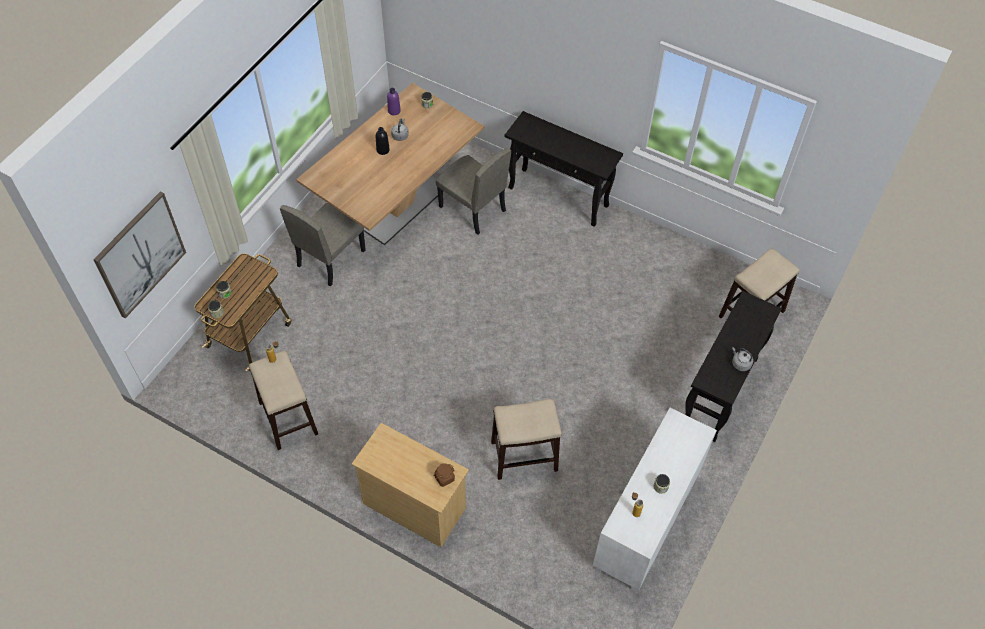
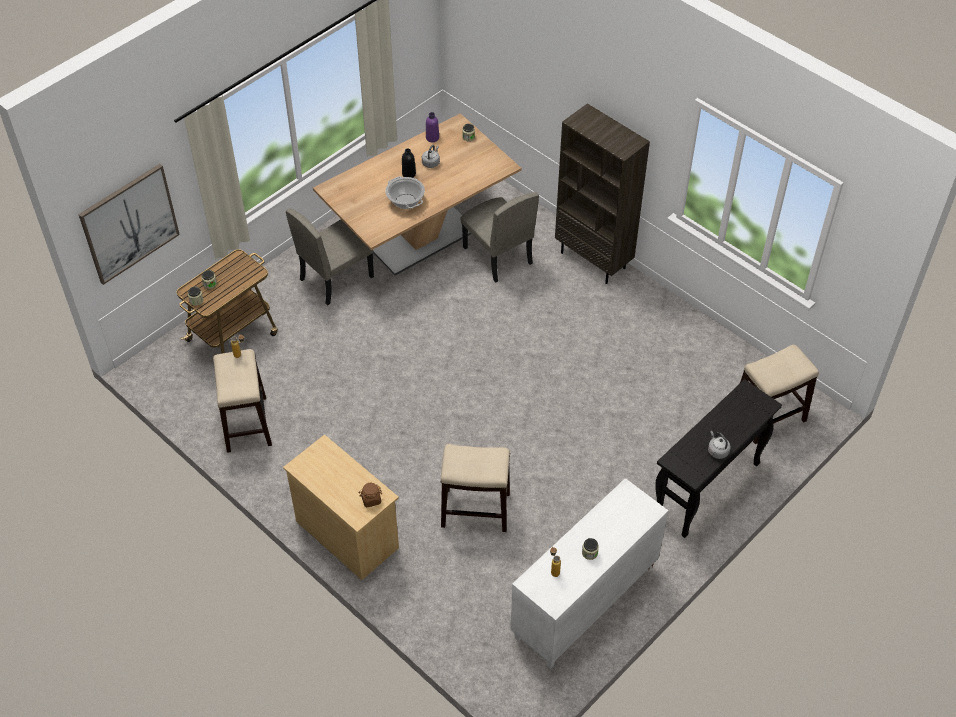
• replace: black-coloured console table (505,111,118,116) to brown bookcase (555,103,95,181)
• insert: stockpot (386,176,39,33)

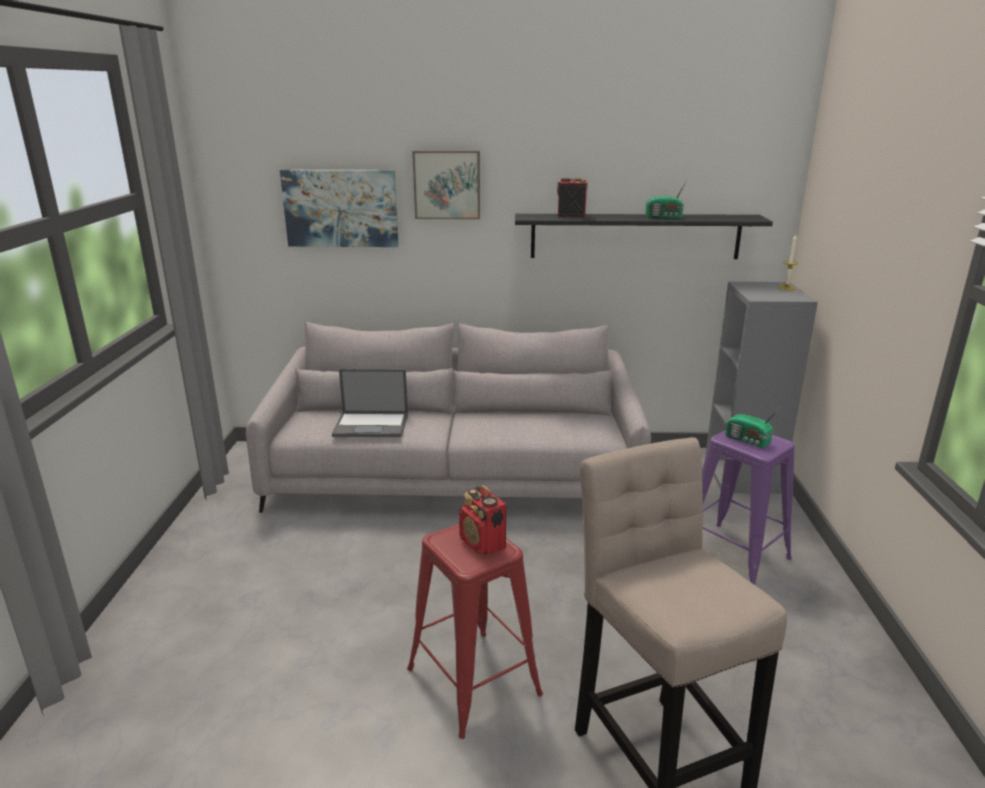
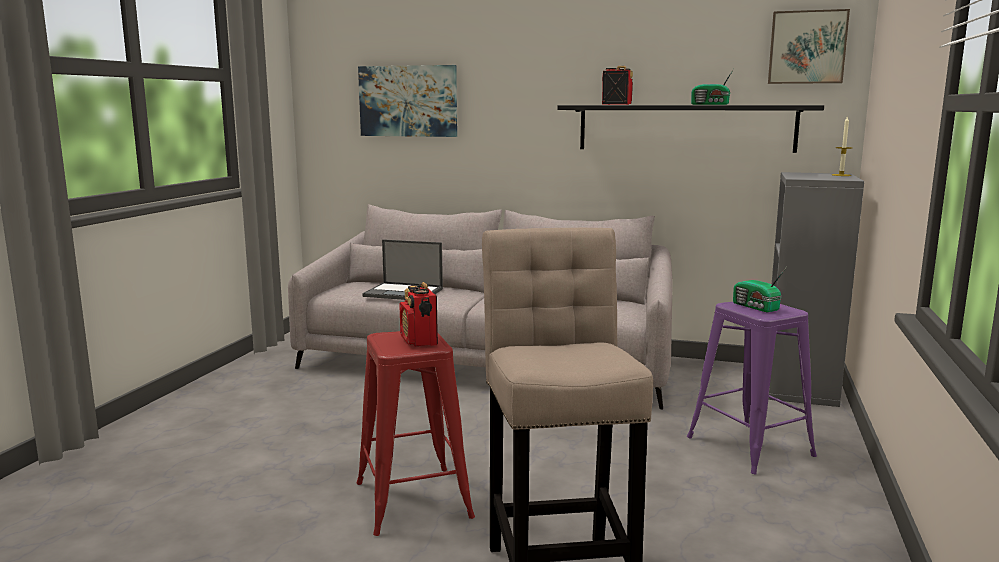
• move: wall picture (412,150,68,69) to (768,9,82,75)

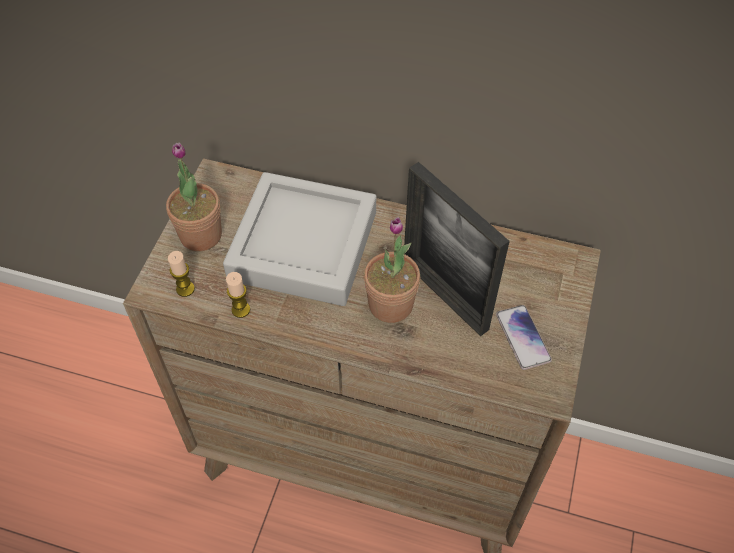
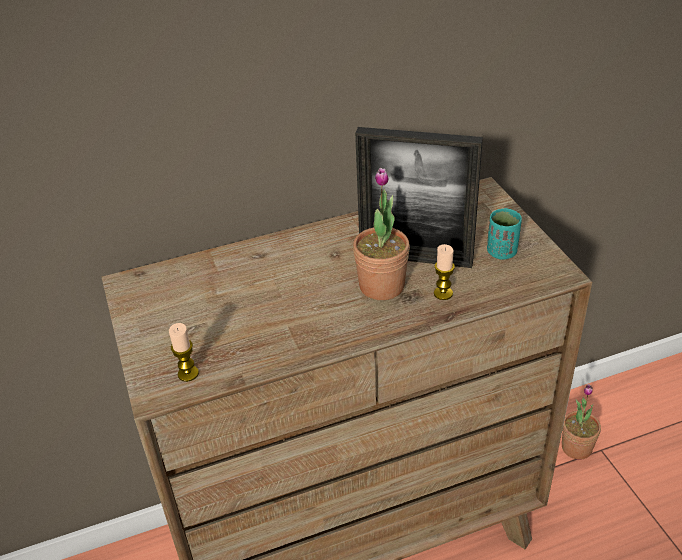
• move: houseplant (166,142,56,109) to (562,384,39,76)
• delete: gray serving tray (223,172,153,134)
• move: wax candle (226,272,24,46) to (434,244,21,56)
• replace: phone (496,305,56,65) to turquoise-coloured small cup (487,208,35,51)

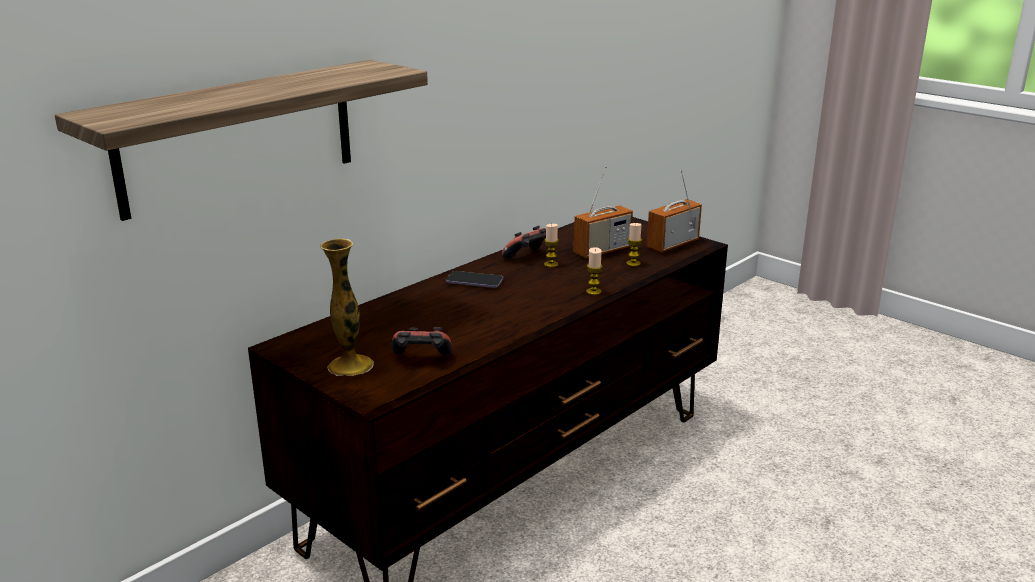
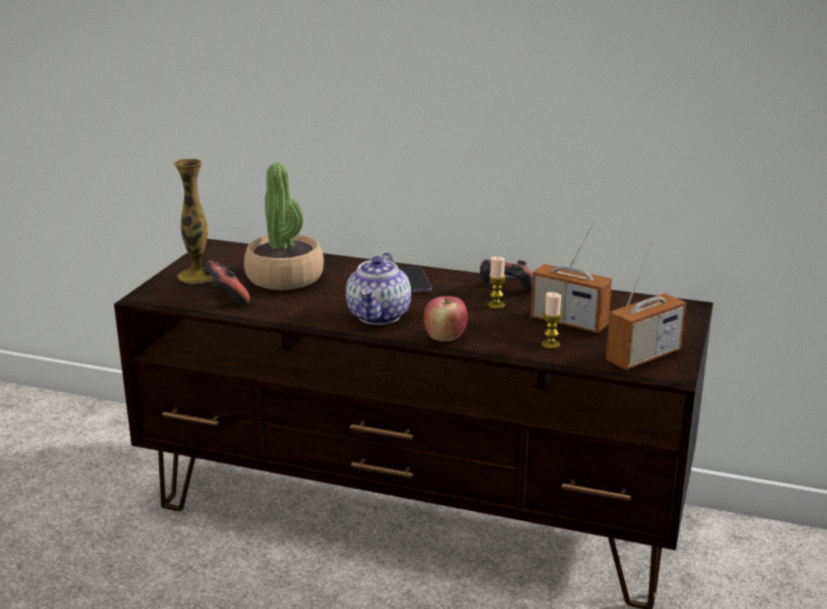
• delete: shelf (55,60,373,161)
• replace: wax candle (586,247,17,48) to whole apple (424,296,44,46)
• rotate: radio (647,170,55,82) = (606,241,80,129) 120 degrees clockwise
• insert: houseplant (244,163,80,127)
• insert: tea pot (346,253,65,72)

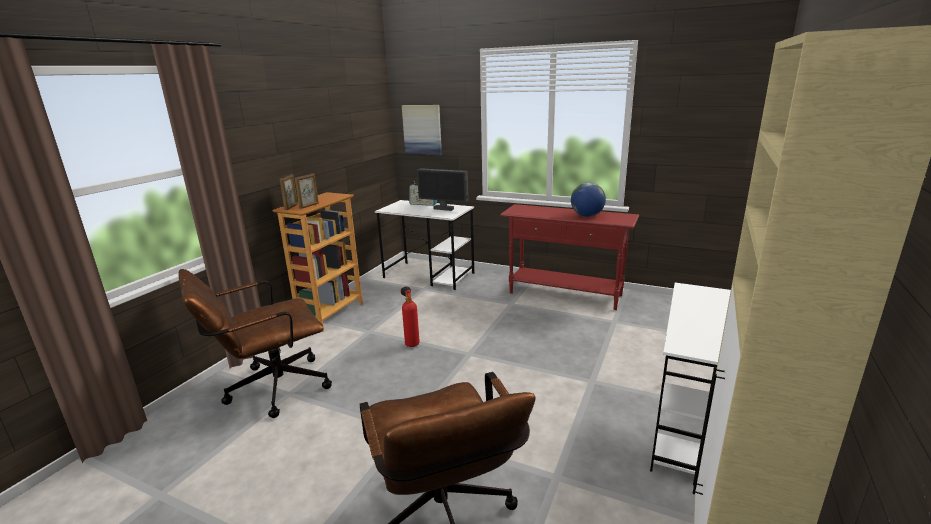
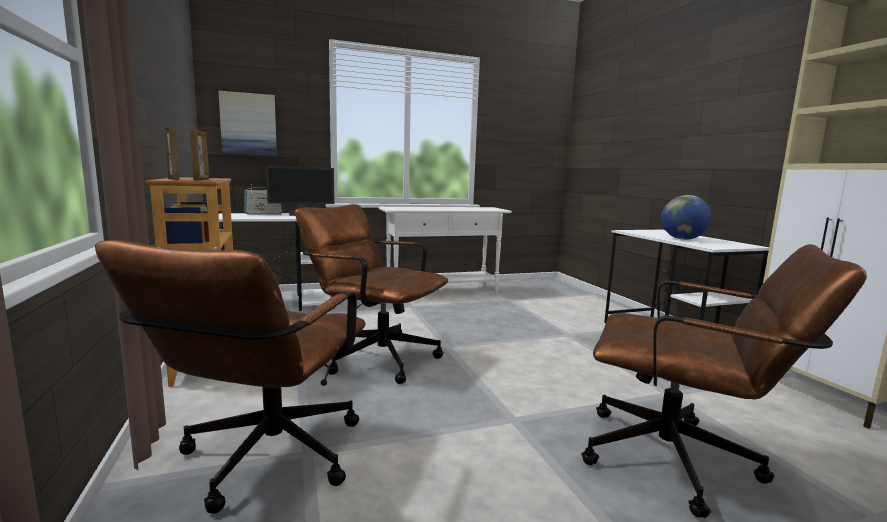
• replace: fire extinguisher (401,286,19,61) to brown computer chair (295,204,153,180)
• recolor: red-coloured console table (500,204,139,106) to white-coloured console table (378,207,134,87)
• move: desk globe (571,182,35,35) to (661,195,51,45)

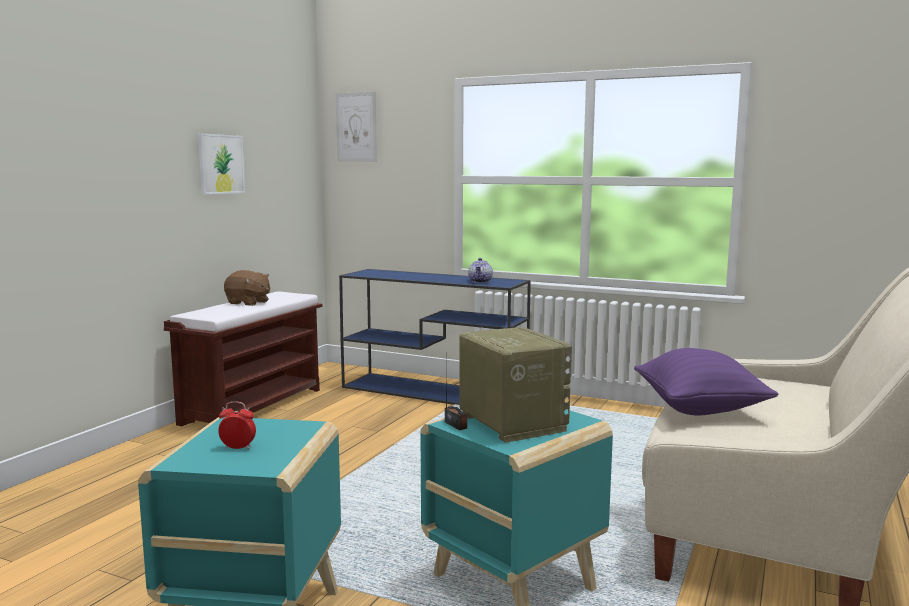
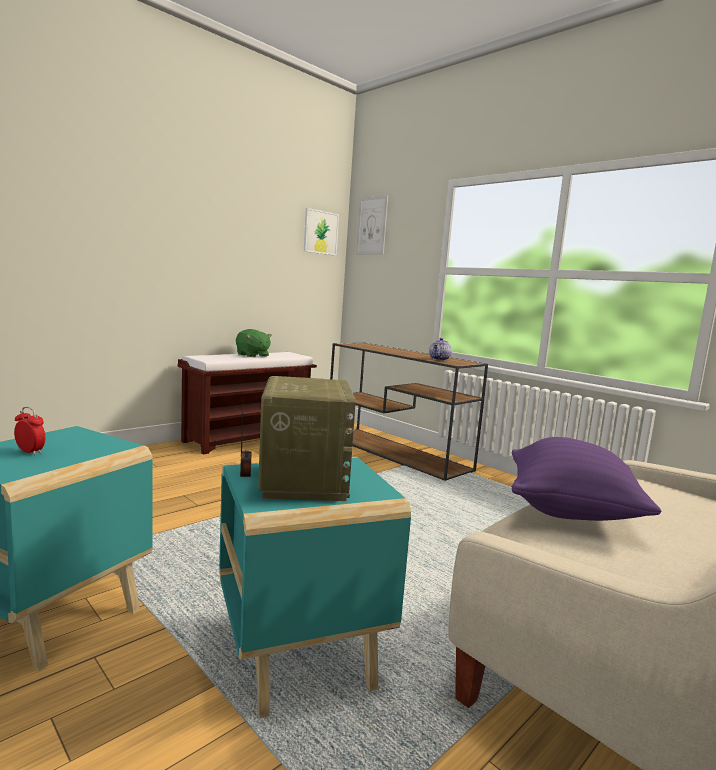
• move: wall picture (198,134,47,61) to (304,208,35,48)
• recolor: brown cuddly toy (224,270,46,36) to greenish cuddly toy (236,329,36,28)
• recolor: bluish console table (339,269,192,136) to brown console table (330,343,158,138)

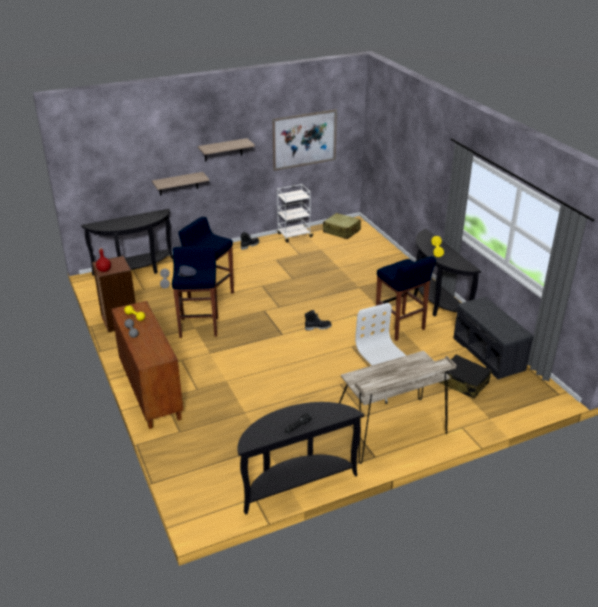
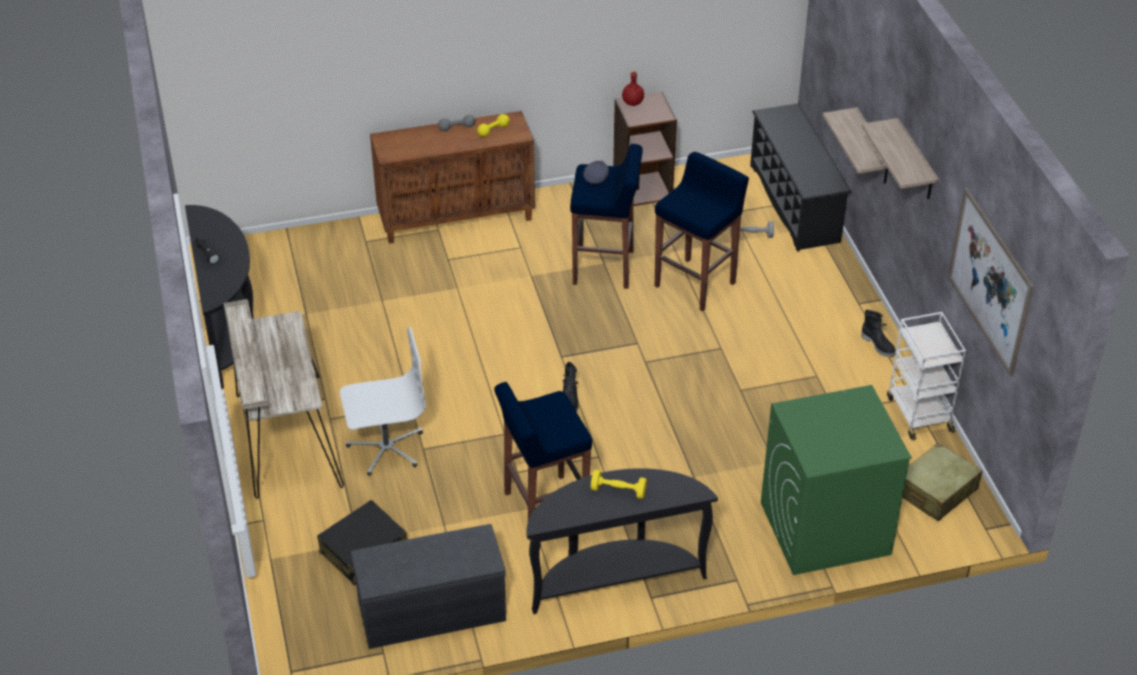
• replace: black-coloured console table (81,209,92,67) to black-coloured shoe stand (750,103,102,149)
• insert: greenish laundry appliance (761,385,151,190)

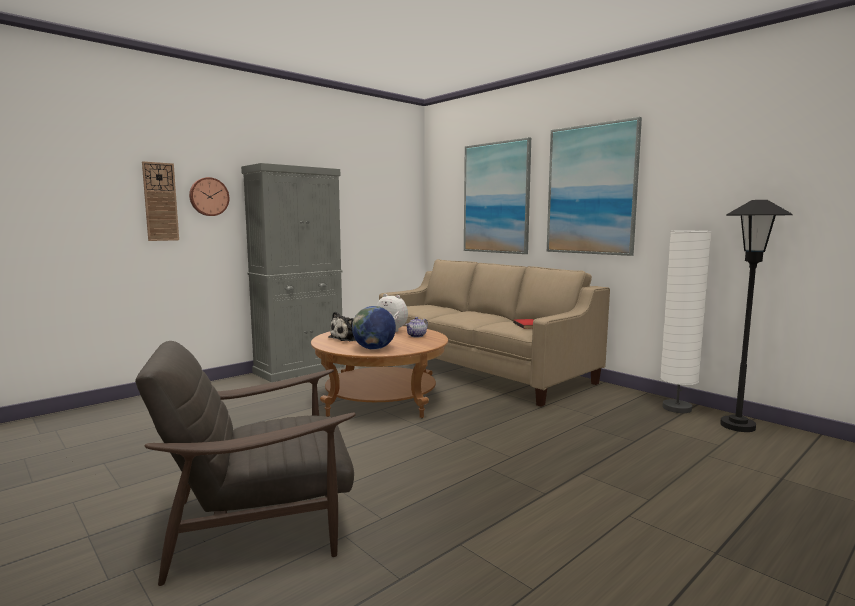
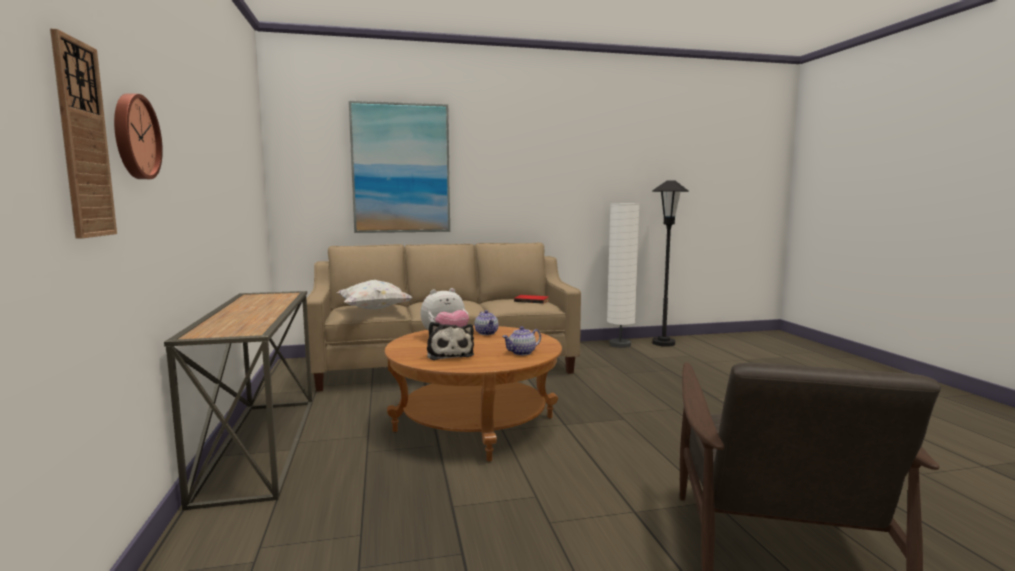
• replace: gray storage cabinet (241,163,104,219) to console table (164,291,149,219)
• replace: desk globe (352,306,44,44) to tea pot (502,326,39,29)
• delete: wall picture (547,117,95,139)
• insert: white-coloured cushion (337,280,76,30)

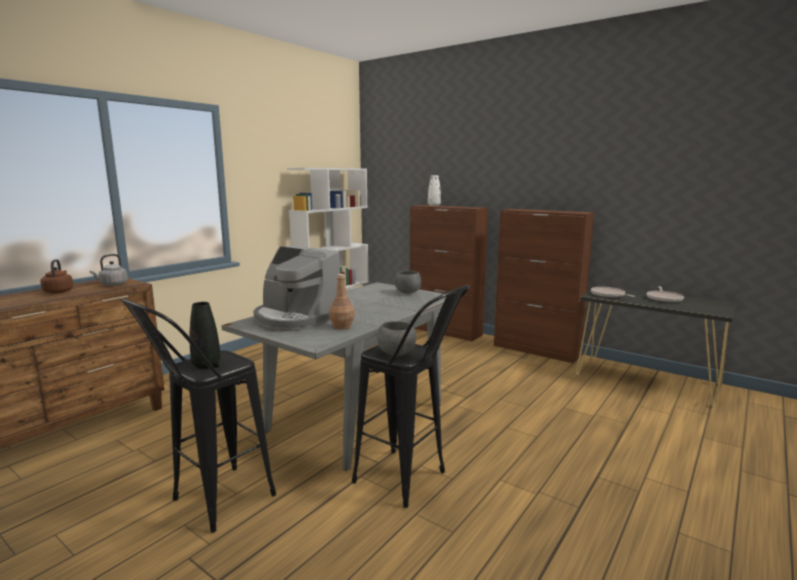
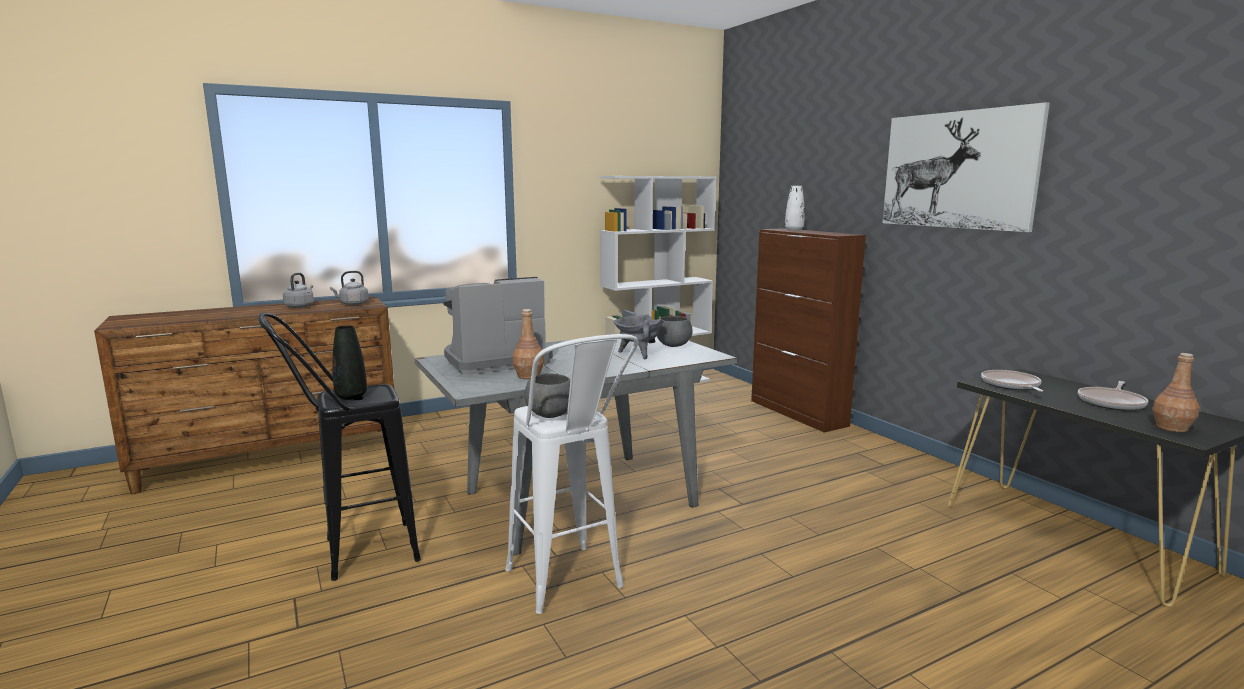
• recolor: brown tea kettle (40,259,33,34) to gray tea kettle (283,273,31,35)
• rotate: coffee brewer (253,246,87,85) = (443,277,110,98) 90 degrees clockwise
• recolor: black-coloured stool seat (352,285,118,223) to white-coloured stool seat (505,334,133,280)
• delete: brown storage cabinet (494,209,101,154)
• insert: gray stockpot (614,314,50,46)
• insert: wall picture (883,102,167,130)
• insert: brown drink bottle (1152,353,48,79)

